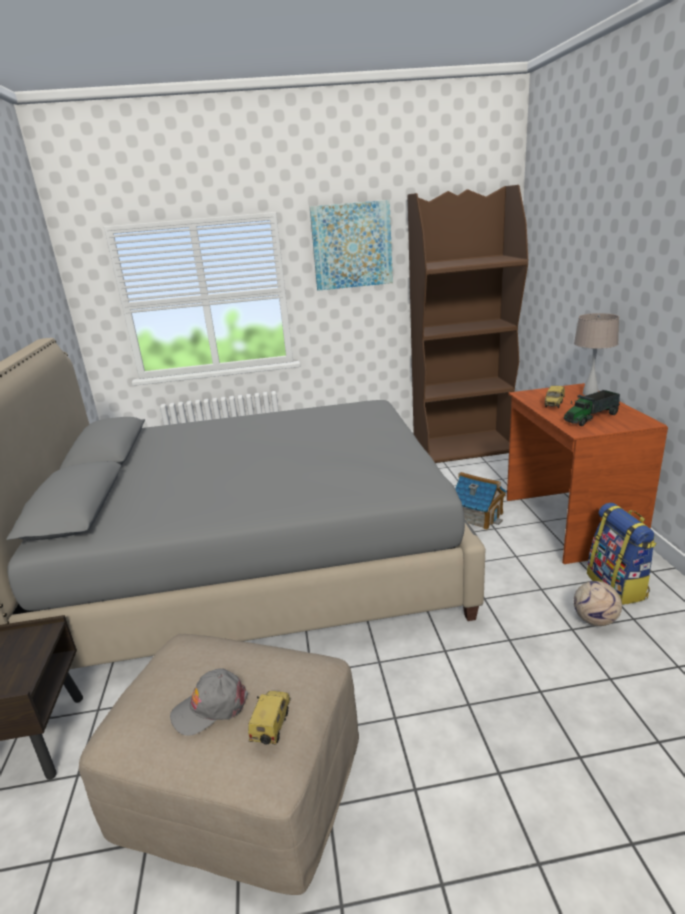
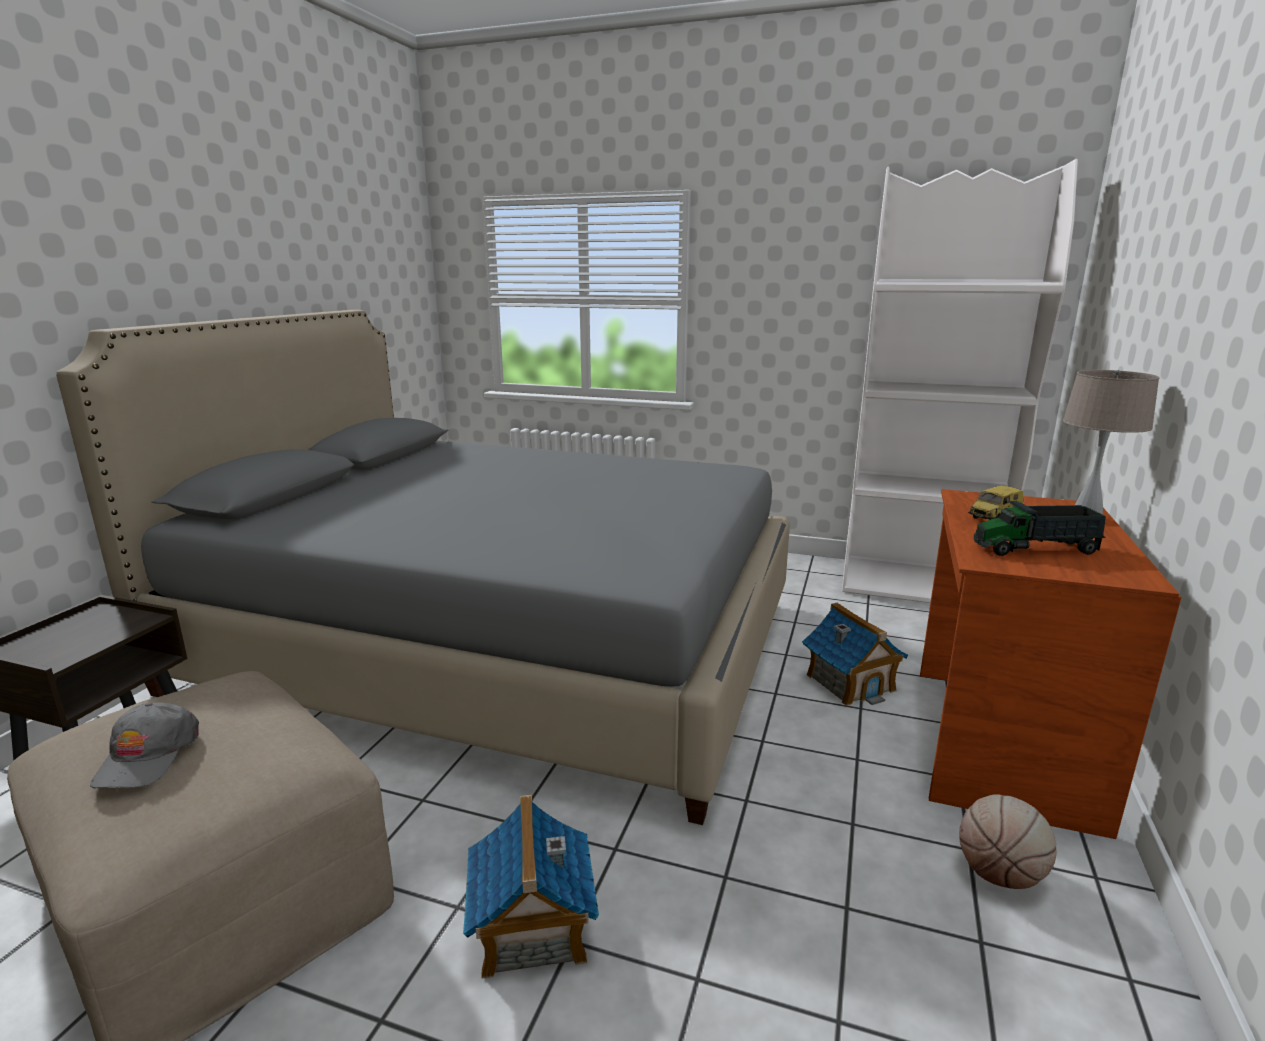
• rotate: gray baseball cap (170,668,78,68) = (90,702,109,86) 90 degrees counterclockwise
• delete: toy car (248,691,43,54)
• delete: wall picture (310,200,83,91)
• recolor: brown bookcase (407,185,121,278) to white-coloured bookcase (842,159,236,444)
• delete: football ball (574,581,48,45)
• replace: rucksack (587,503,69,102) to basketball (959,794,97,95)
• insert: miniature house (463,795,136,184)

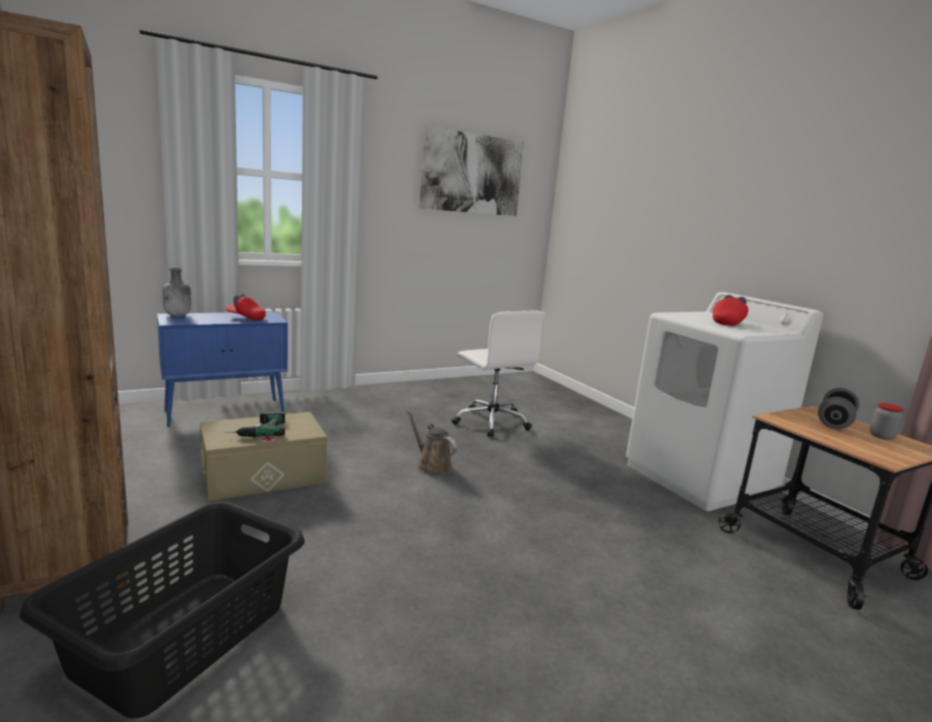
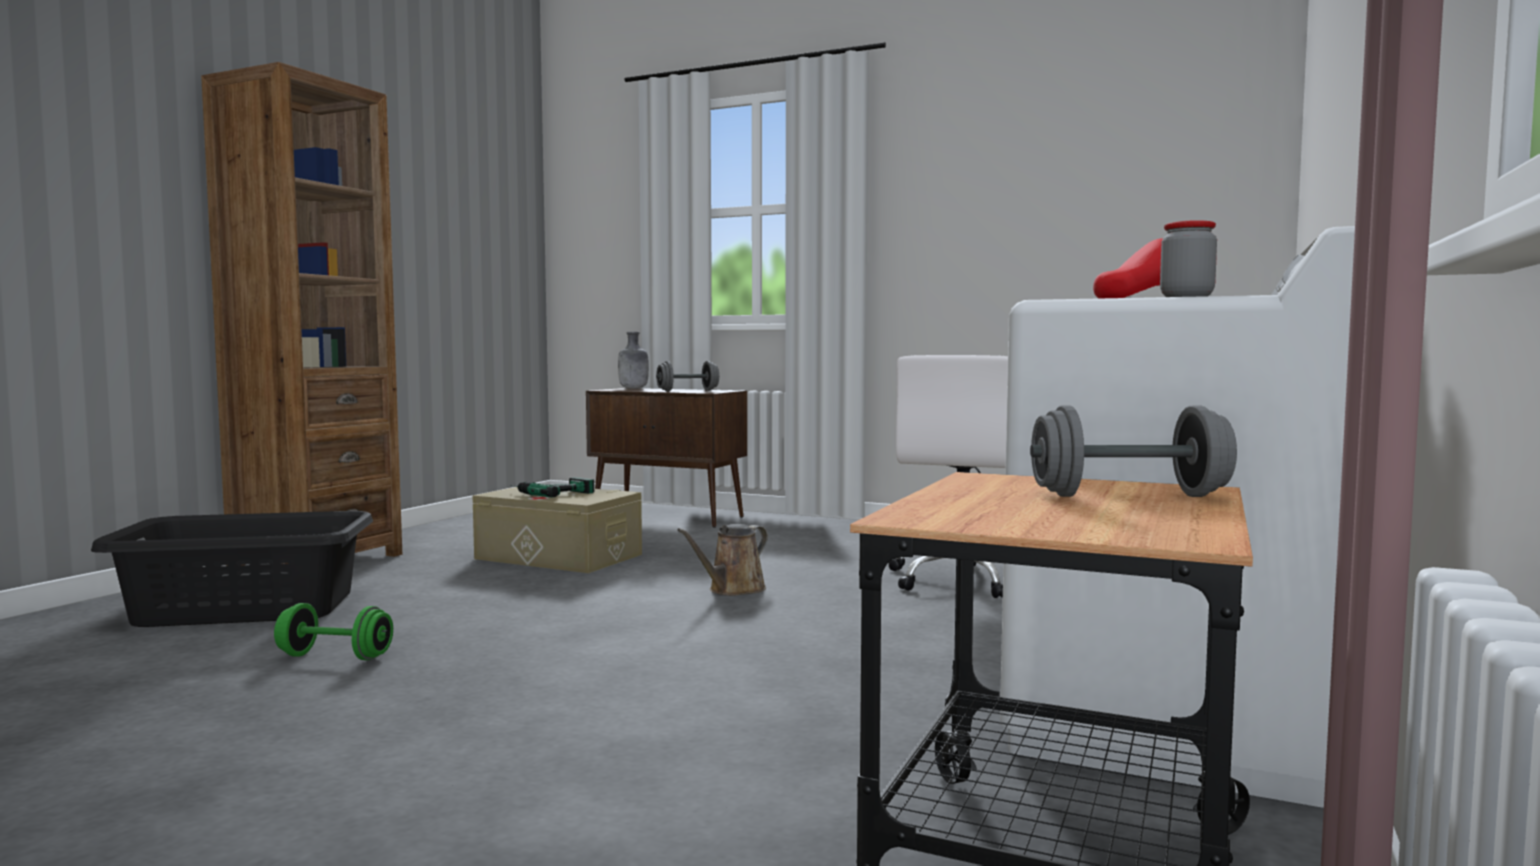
• recolor: bluish storage cabinet (157,312,131,115) to brown storage cabinet (586,388,161,140)
• replace: red-coloured baseball cap (226,294,40,27) to gray free weight (656,361,63,31)
• rotate: brown watering pot (406,410,51,65) = (677,524,91,72) 150 degrees counterclockwise
• delete: wall picture (419,126,105,90)
• move: jar (870,403,34,37) to (1160,220,57,77)
• insert: greenish free weight (274,603,119,57)

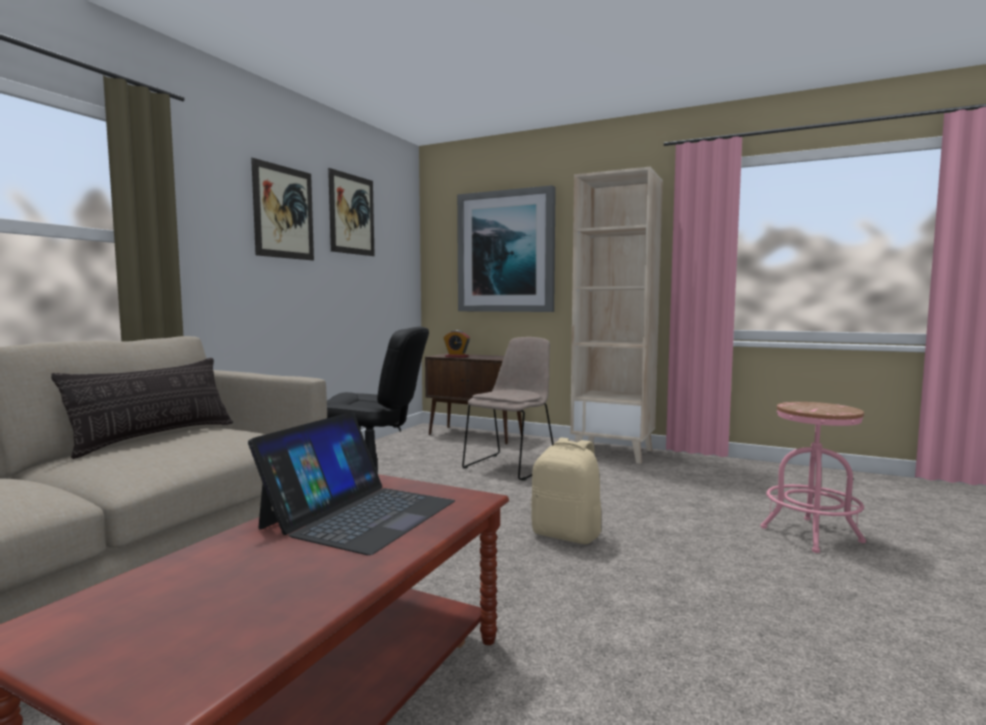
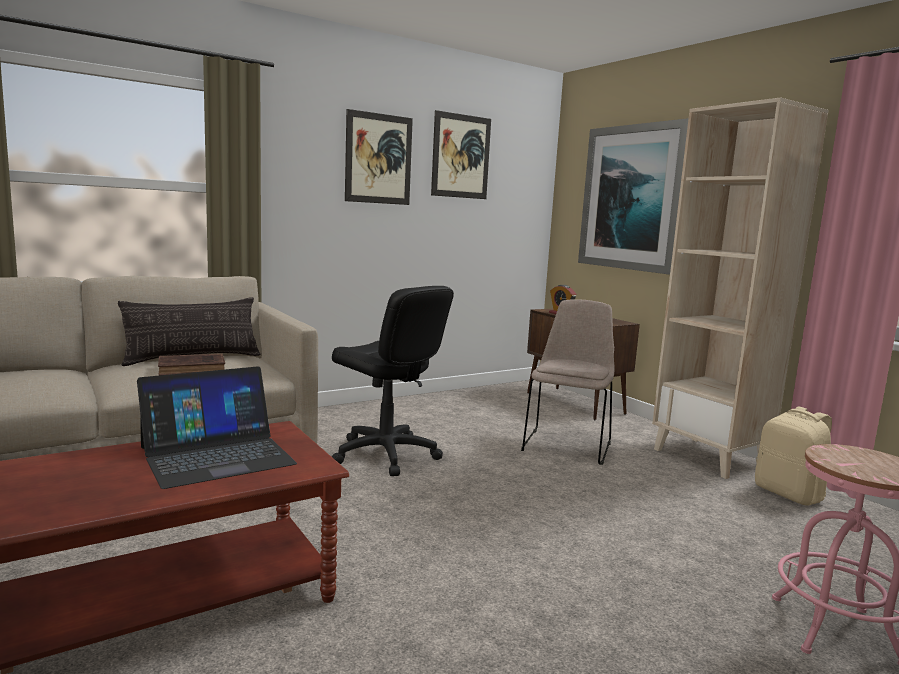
• rotate: beige-coloured plain chair (462,337,92,144) = (521,299,93,166) 45 degrees counterclockwise
• move: beige-coloured rucksack (531,438,70,106) to (755,406,77,100)
• insert: brown bound book (158,354,67,22)

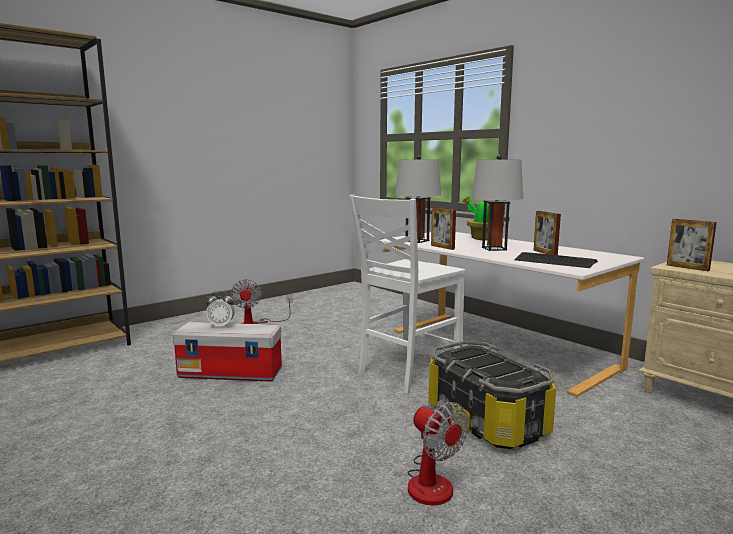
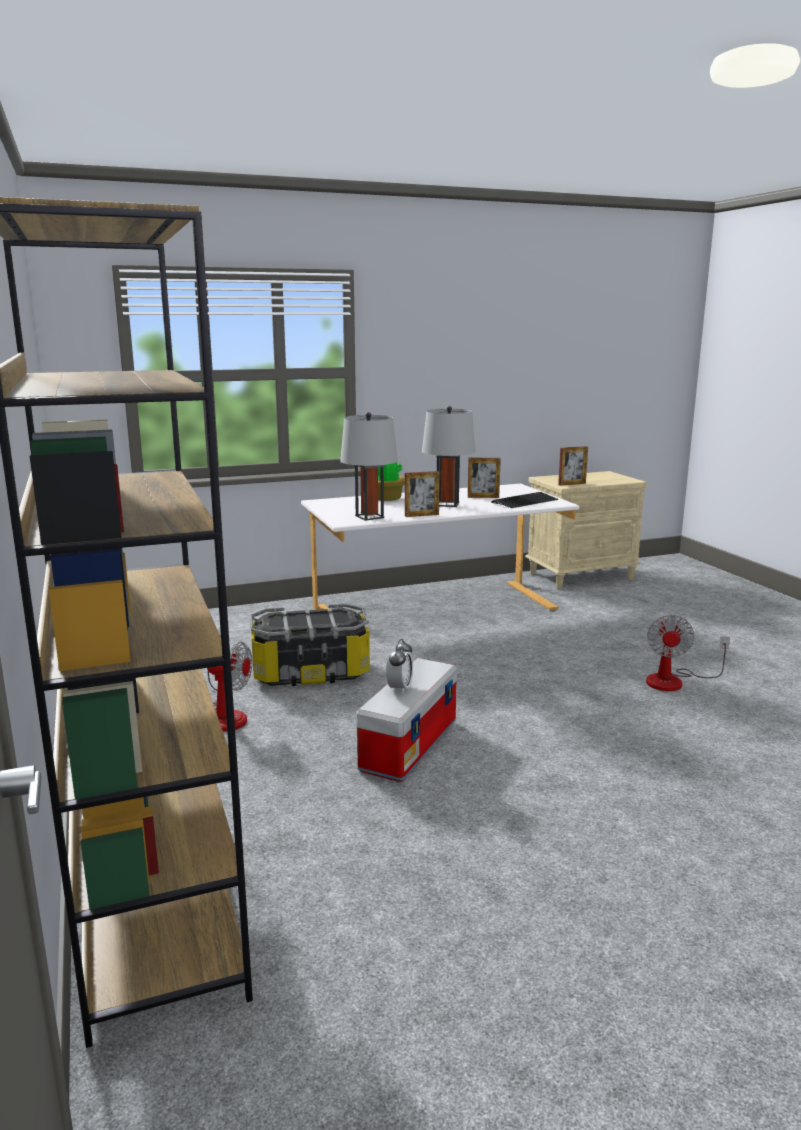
• delete: white-coloured plain chair (349,195,116,199)
• rotate: cooling fan (407,399,62,106) = (646,615,84,76) 120 degrees clockwise
• move: storage bin (428,341,128,108) to (250,604,120,82)

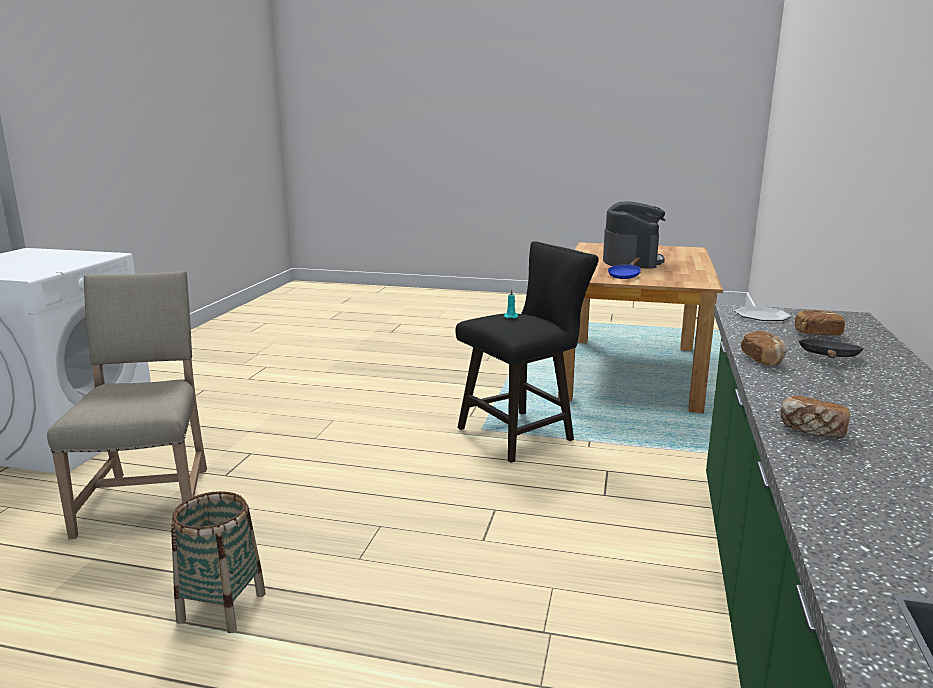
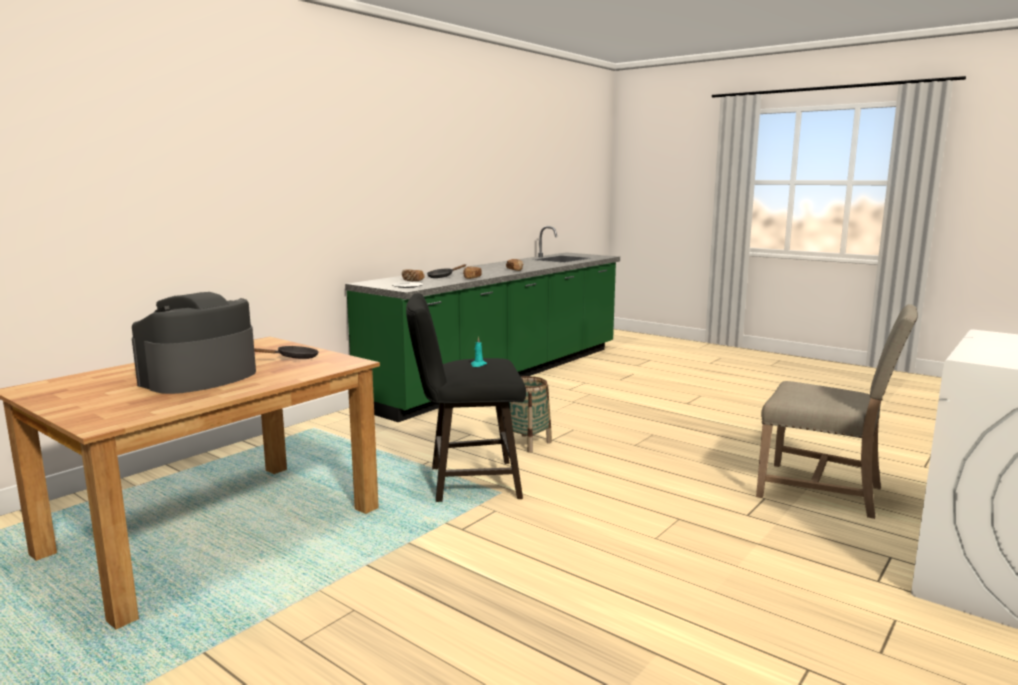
• rotate: beige-coloured plain chair (47,271,160,268) = (756,304,162,215) 75 degrees counterclockwise
• move: basket (171,491,95,142) to (509,376,43,77)
• recolor: bluish skillet (608,257,33,22) to black-coloured skillet (254,346,65,13)

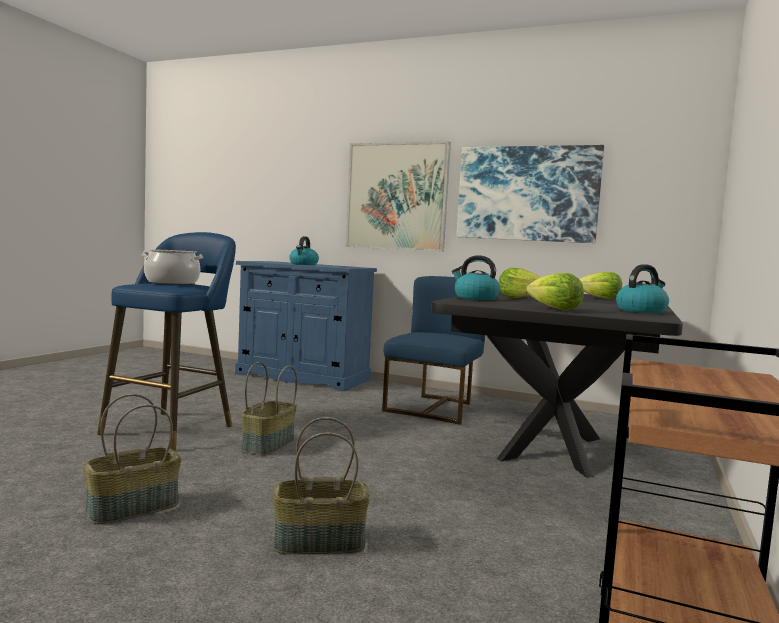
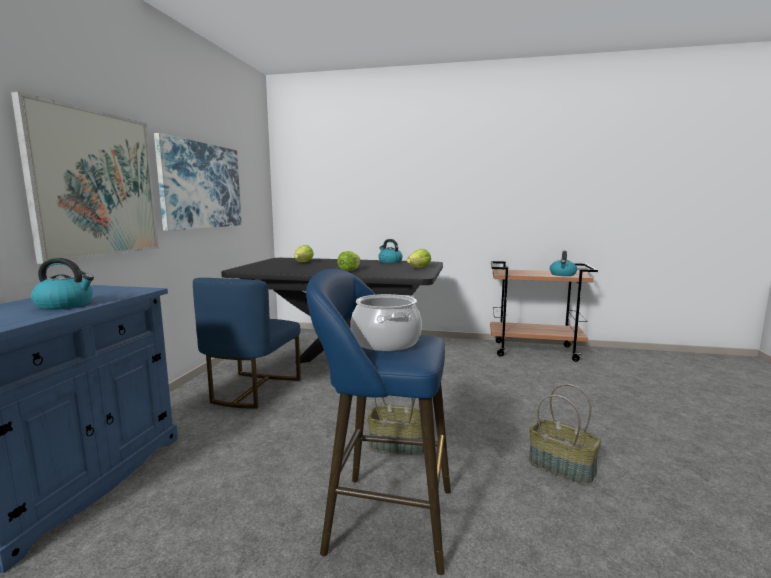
• delete: basket (273,417,97,137)
• rotate: bluish plain chair (382,276,103,149) = (193,278,108,131) 90 degrees counterclockwise
• move: tea kettle (452,255,48,45) to (550,251,27,25)

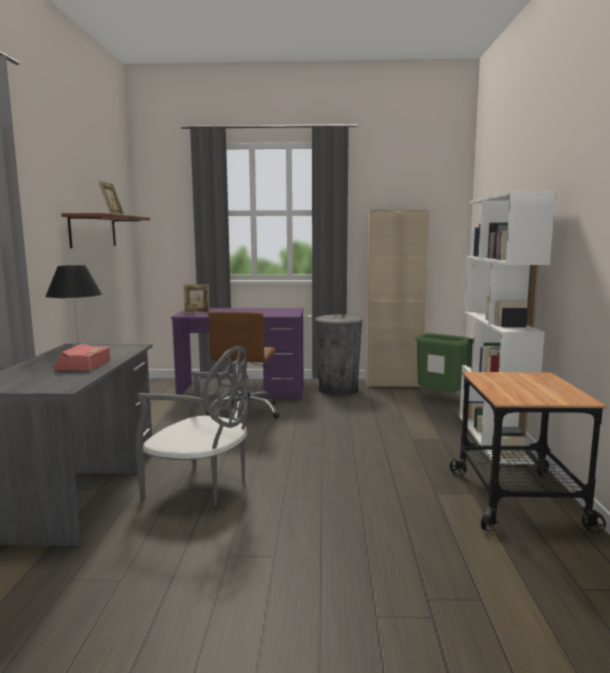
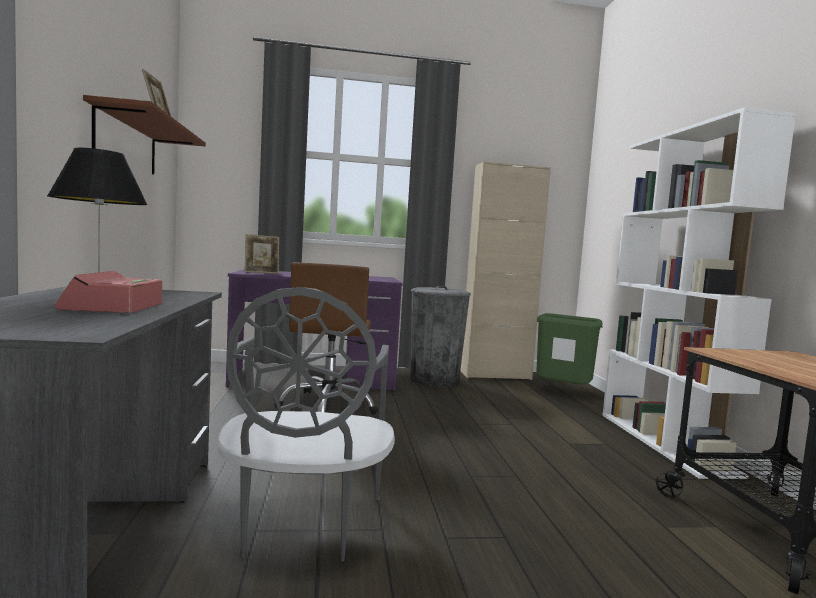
• rotate: gray plain chair (135,346,114,160) = (217,287,178,275) 75 degrees clockwise

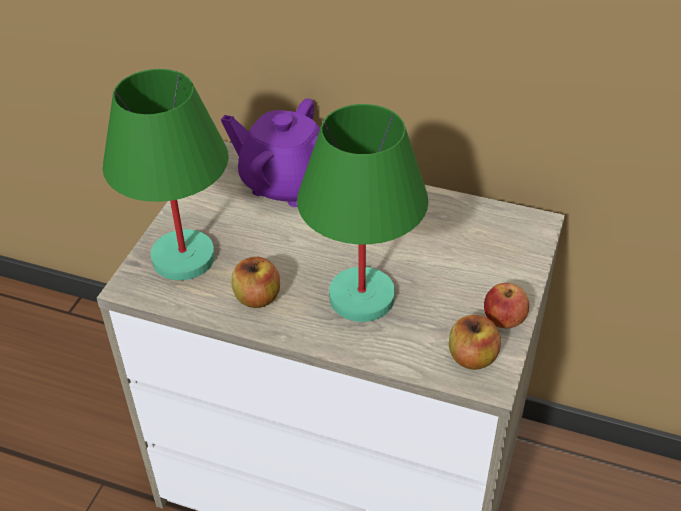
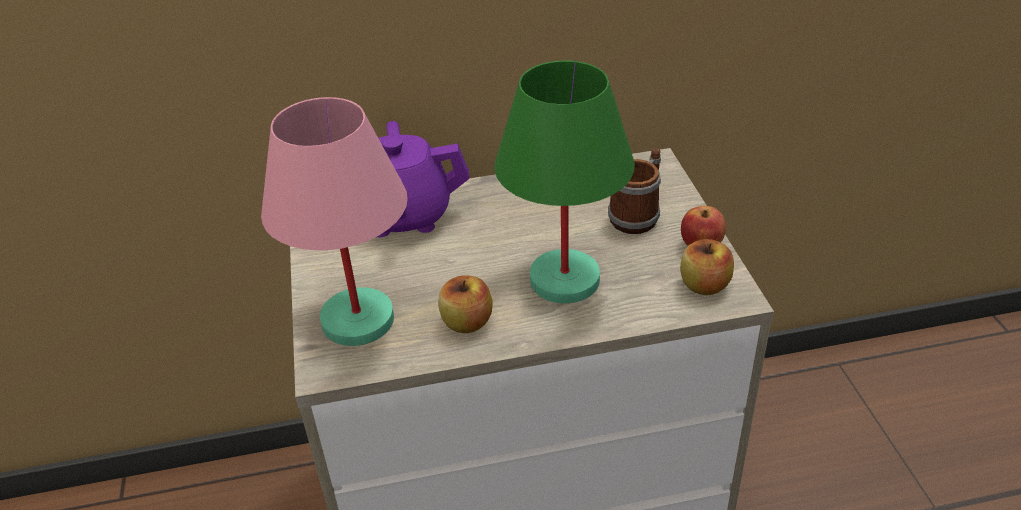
• recolor: greenish lamp for a table (103,69,126,212) to pink lamp for a table (261,97,147,249)
• insert: tea mug (608,148,53,86)

